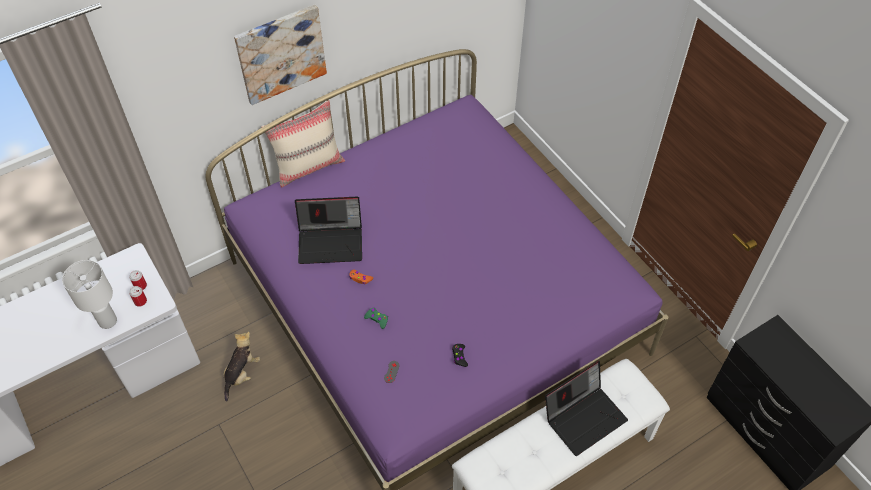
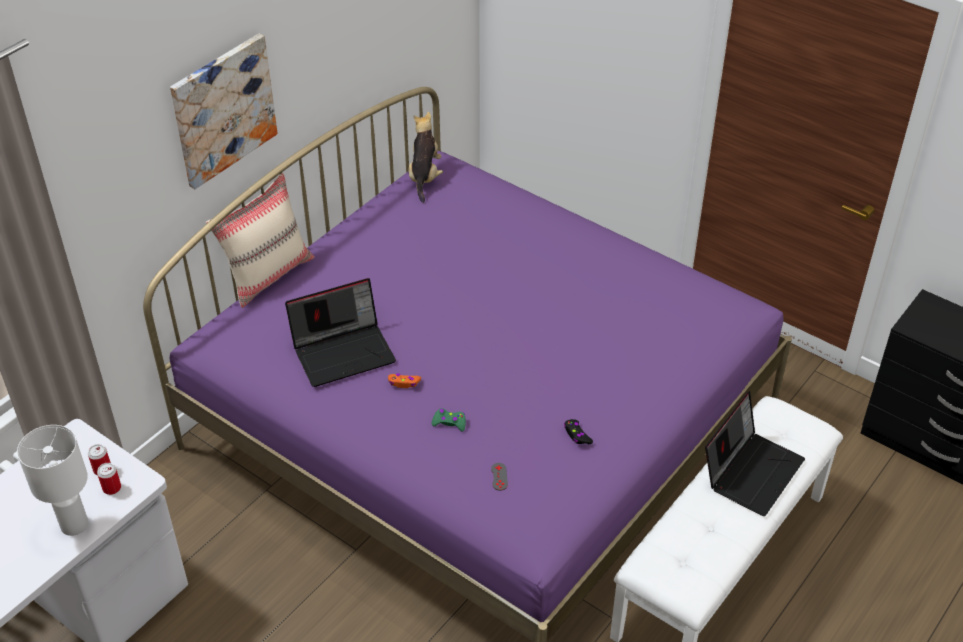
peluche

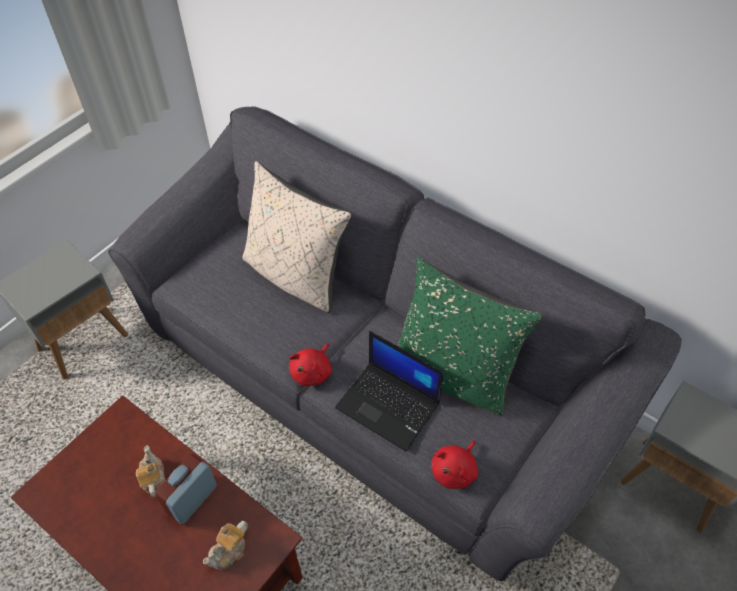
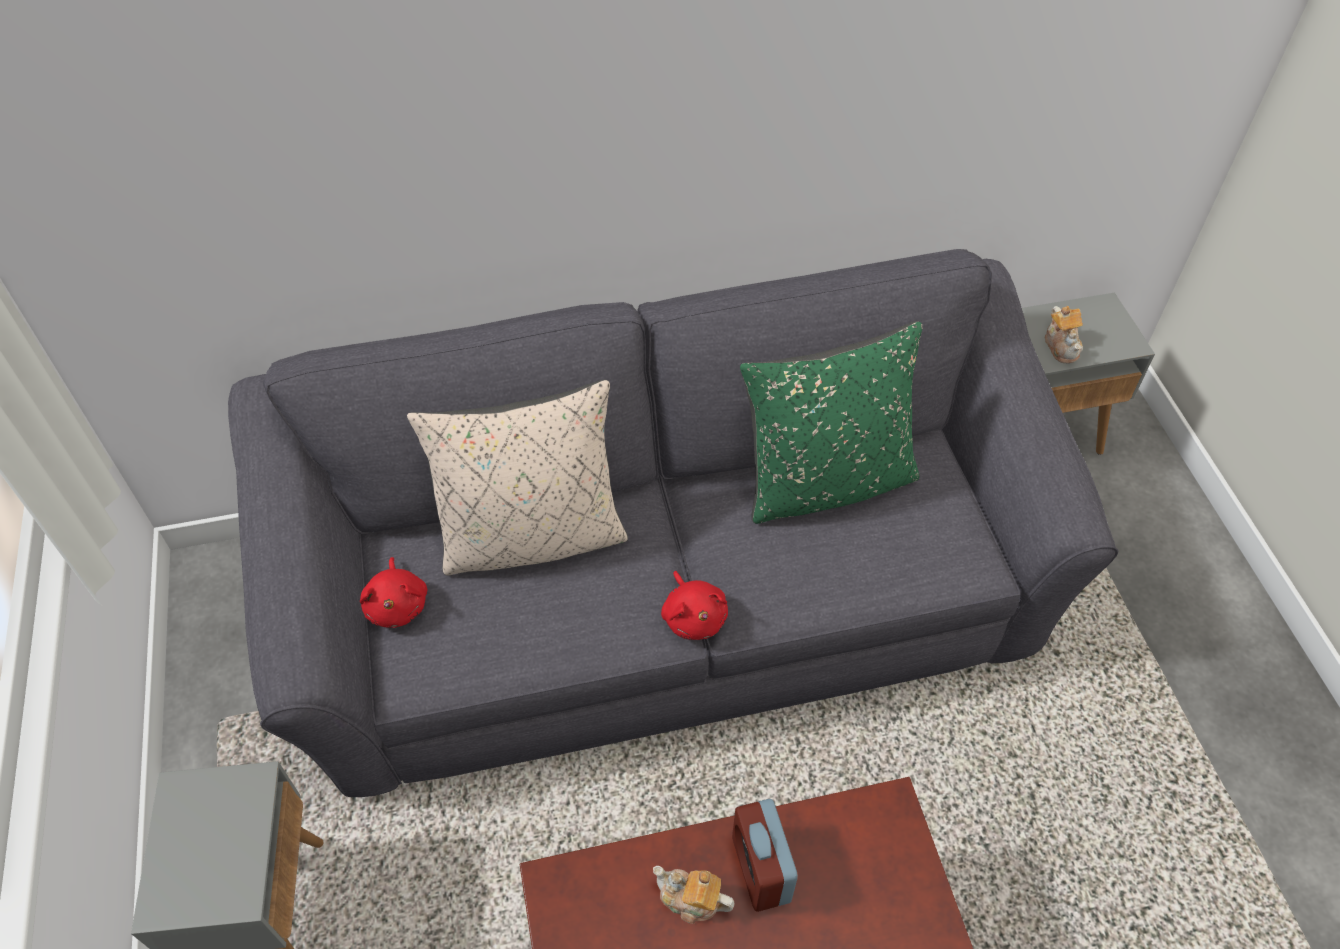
peluche/rojo (no. 1 from left)
tetera (no. 2 from left)
portátil

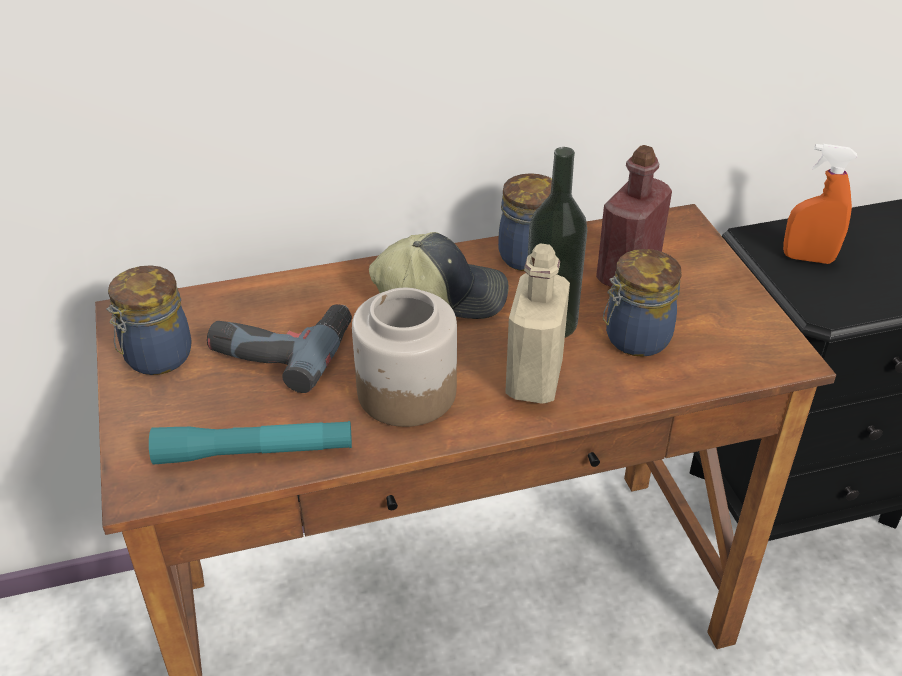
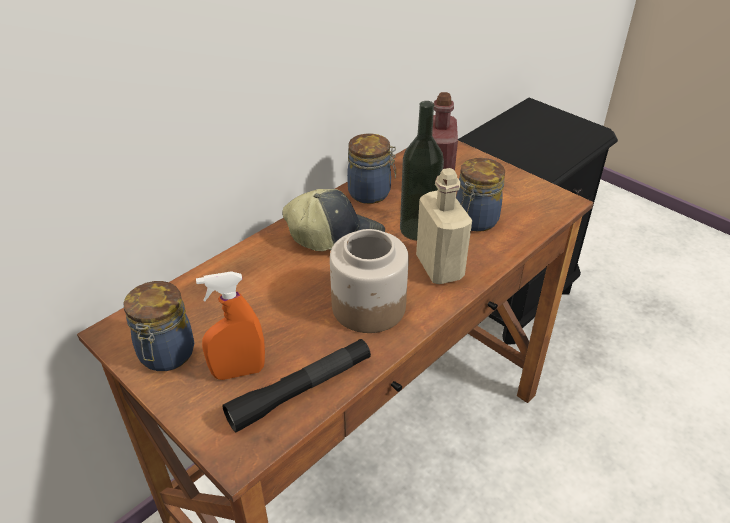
pulverizador/naranja
linterna/negro
gorra
taladro

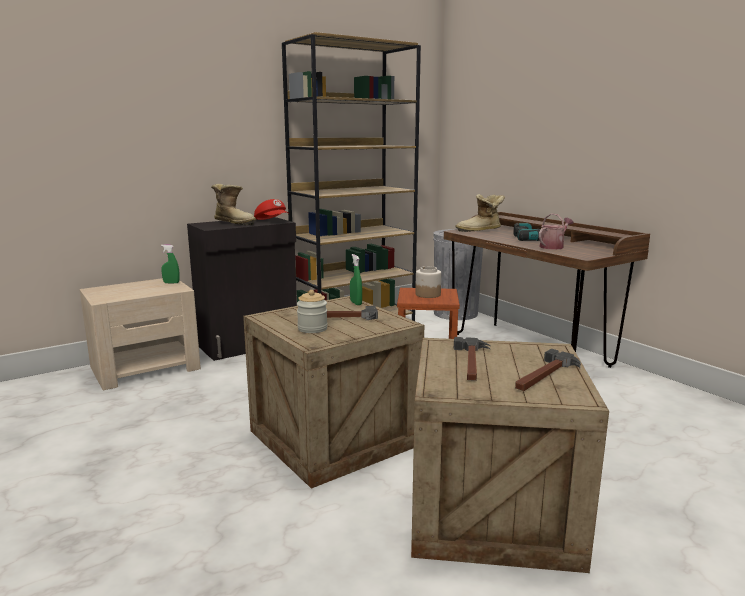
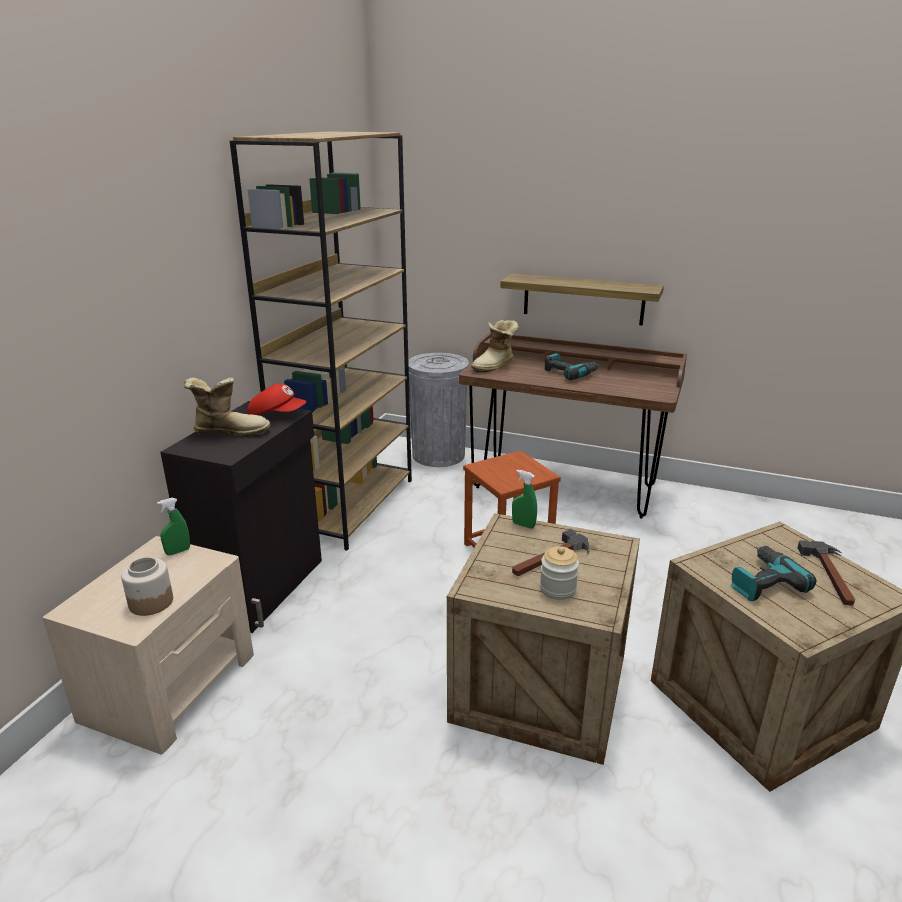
tarro (no. 1 from left)
estante
taladro (no. 2 from left)
regadera

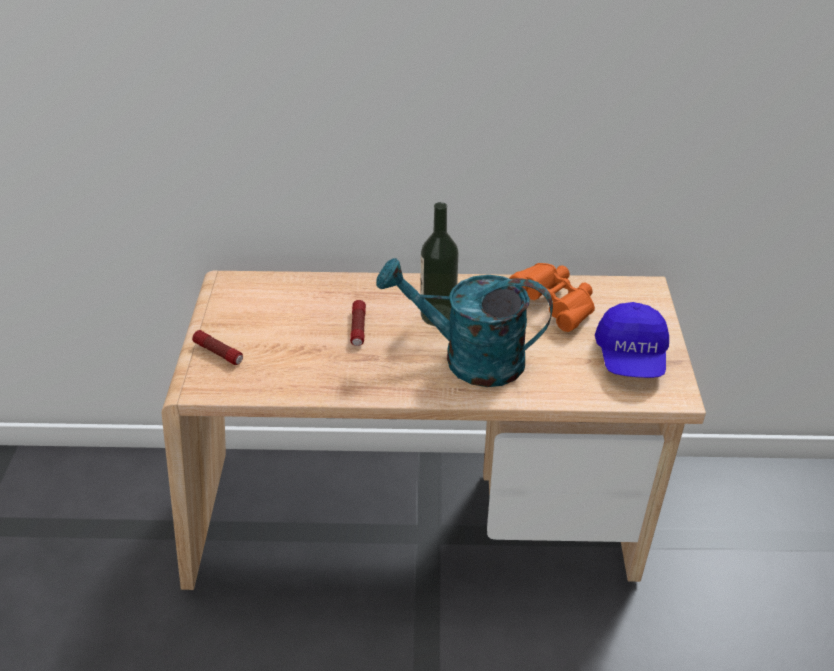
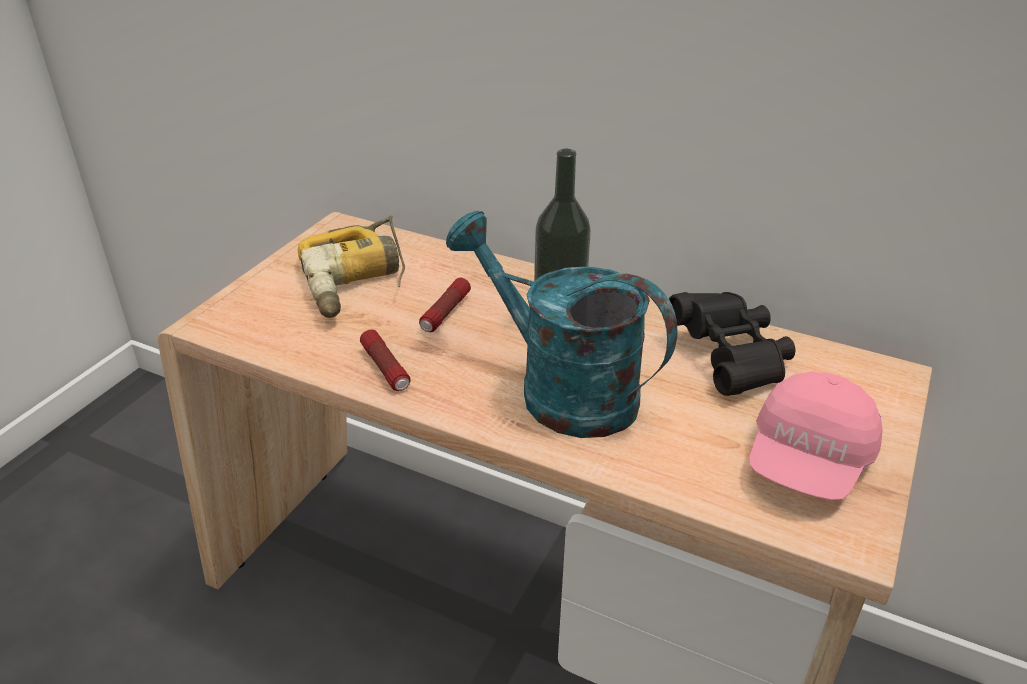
taladro
linterna (no. 1 from left)
prismáticos/negro
gorra/rosa

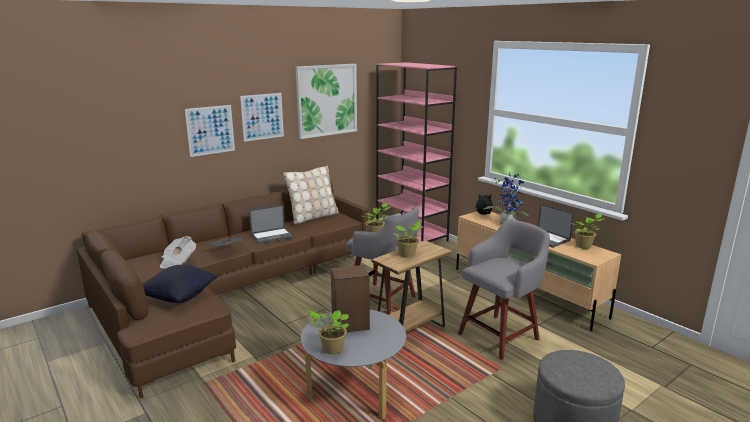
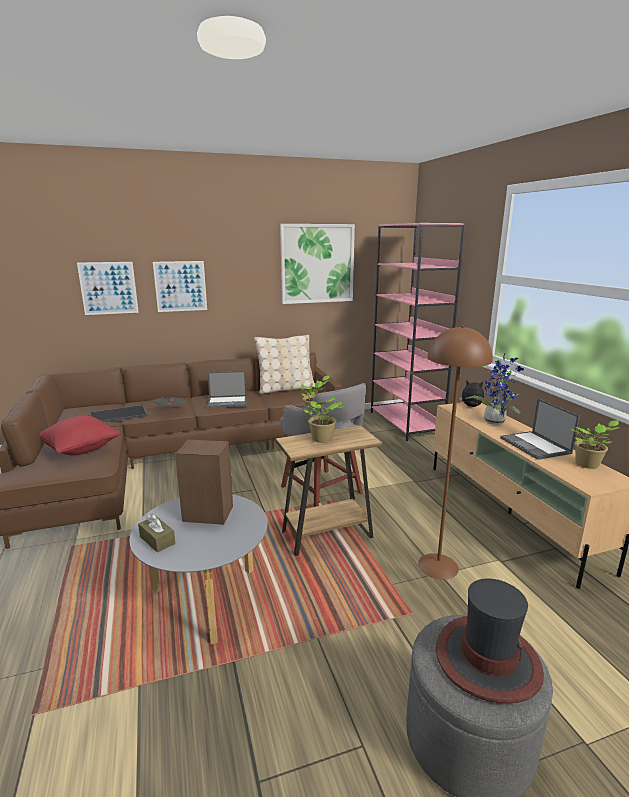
cojín/rojo
cuadro (no. 1 from left)
bandeja
caja de pañuelos/marrón
lámpara de pie/marrón
sombrero

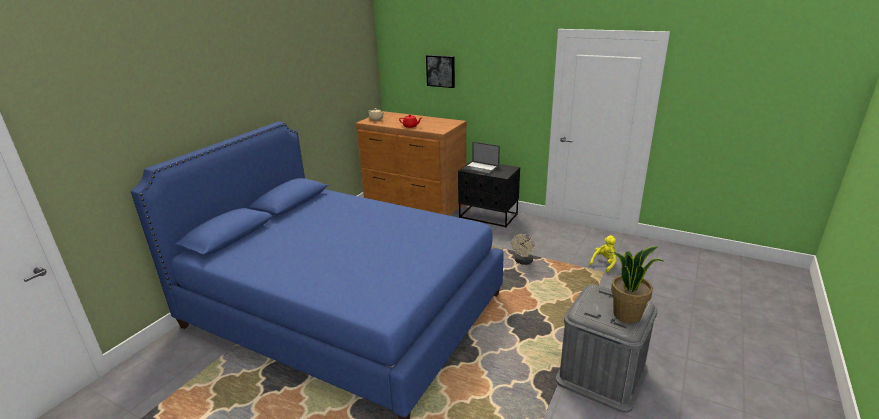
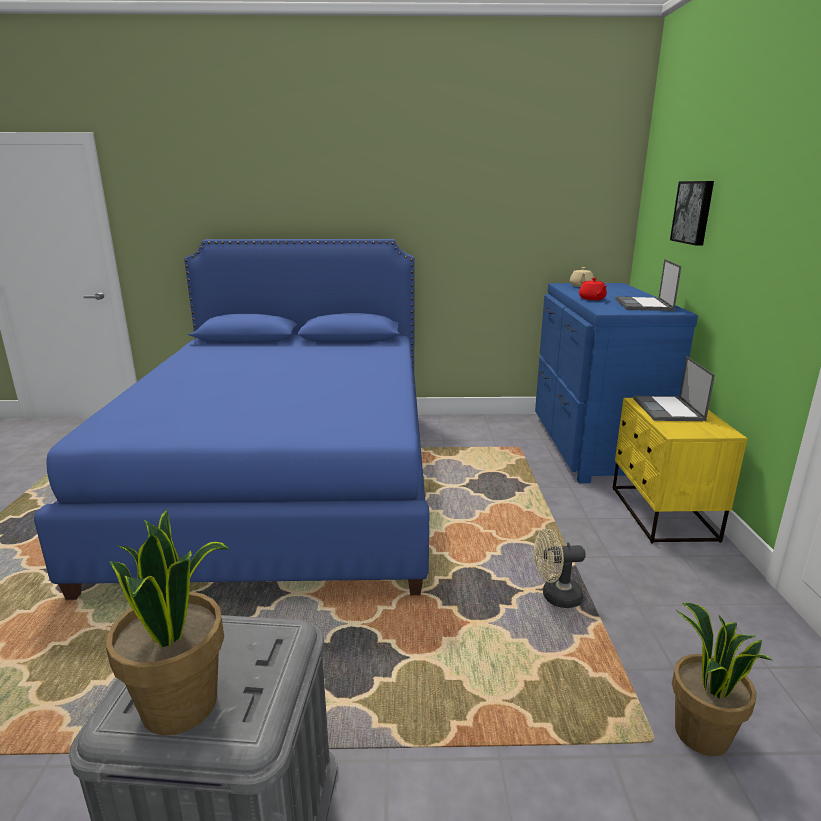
cómoda/azul
mesita de noche/amarillo
portátil (no. 1 from left)
planta en maceta (no. 2 from left)

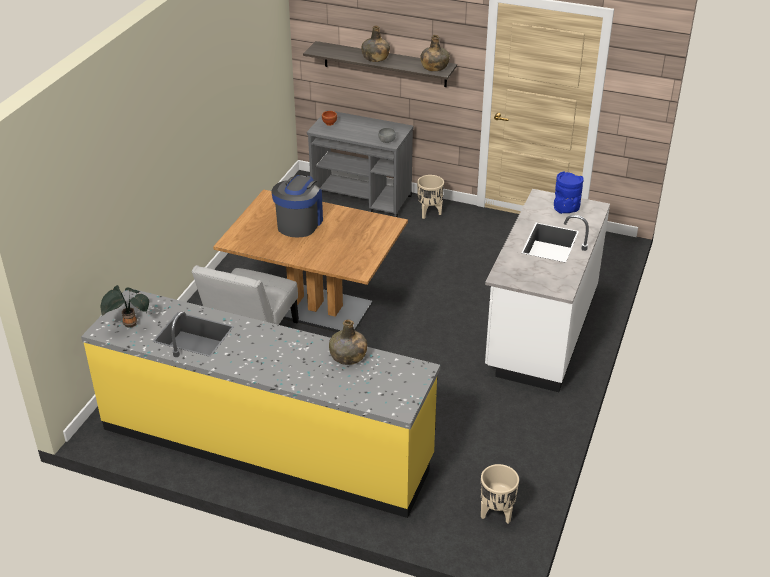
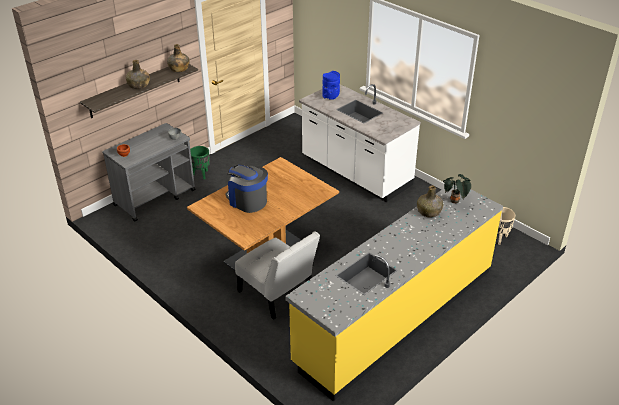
maceta/verde
planta en maceta

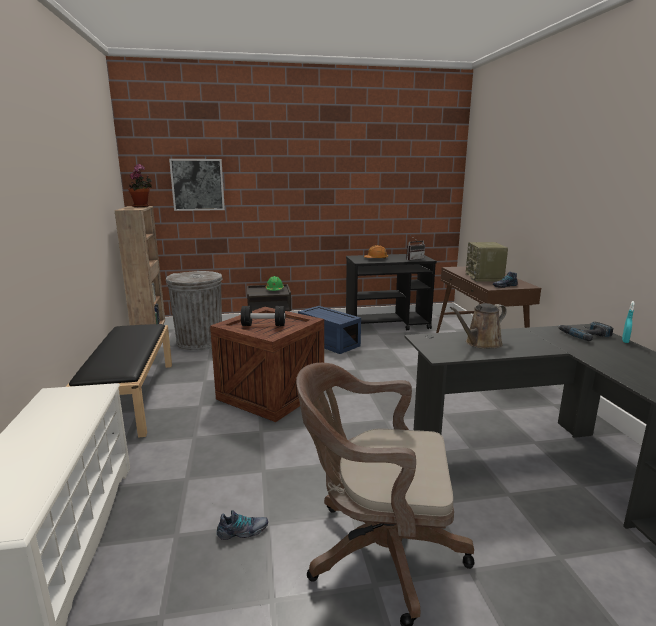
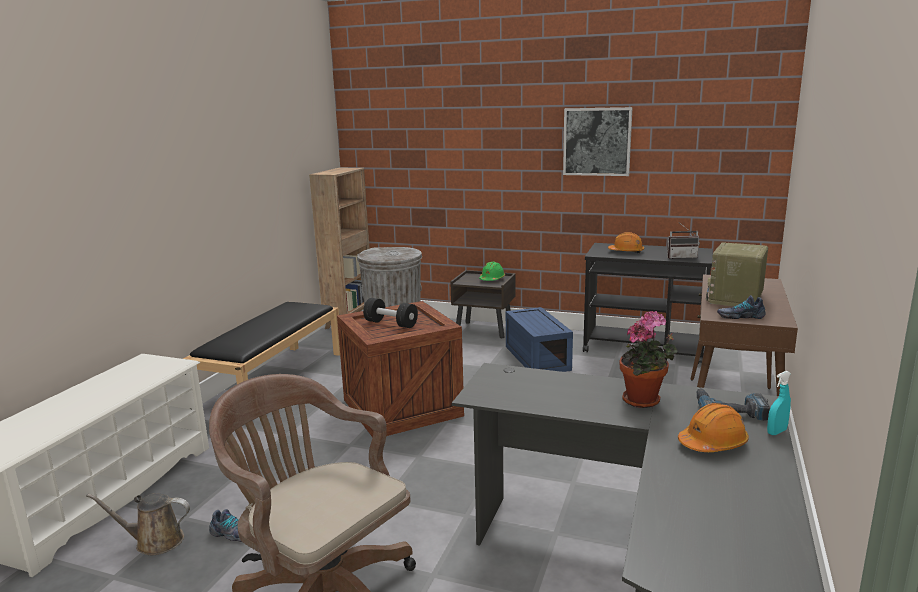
regadera/marrón
cuadro
planta en maceta
casco/naranja (no. 2 from left)

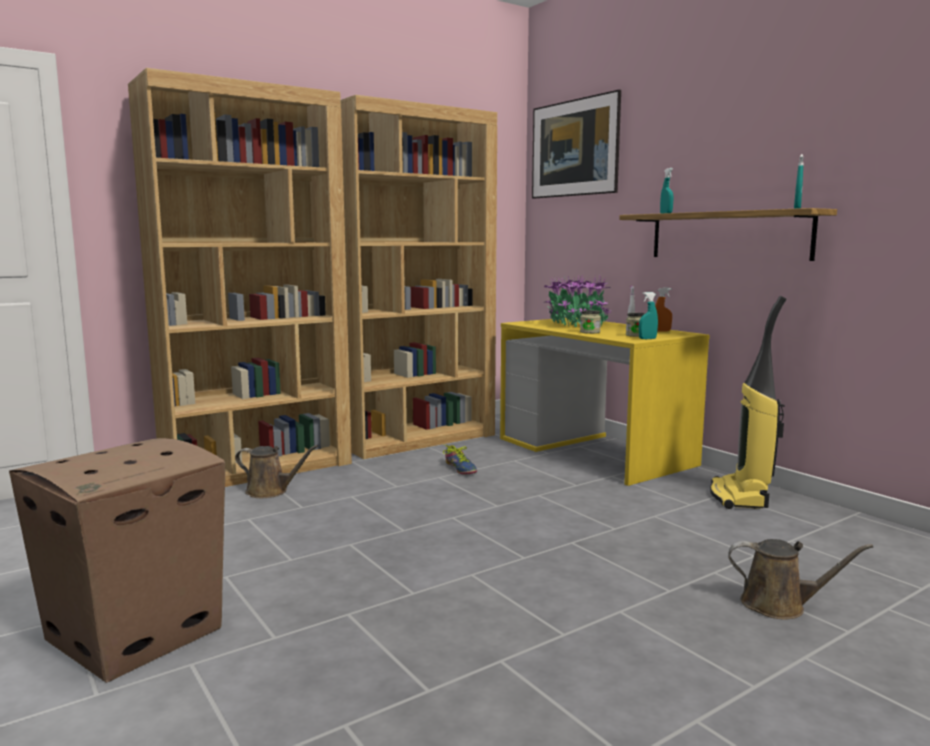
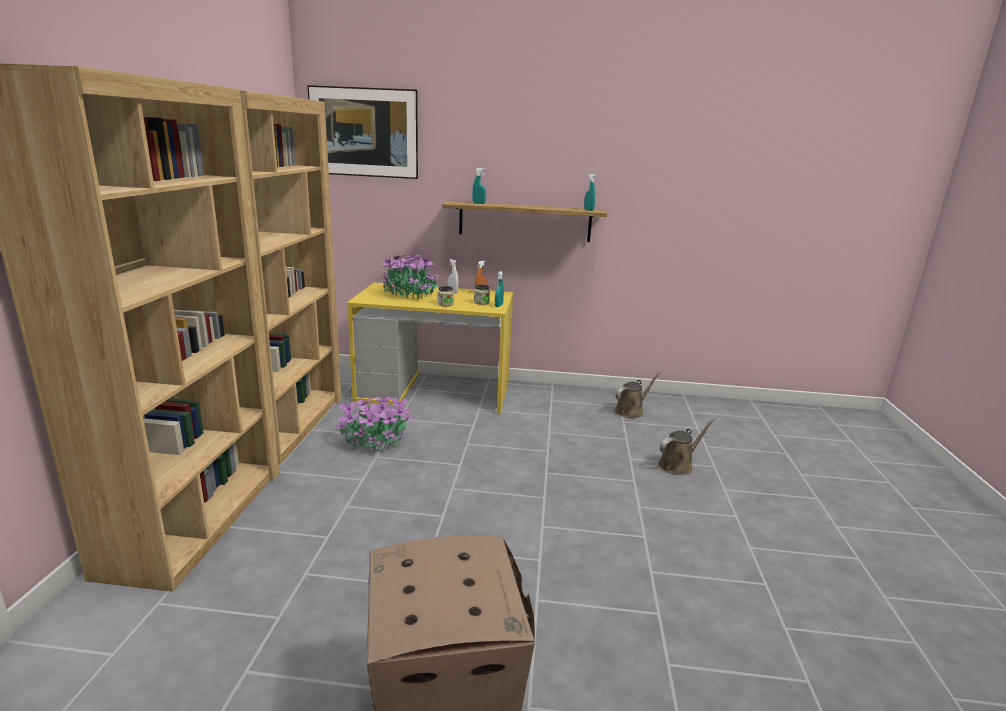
planta en maceta (no. 1 from left)
regadera/marrón (no. 1 from left)
aspiradora

